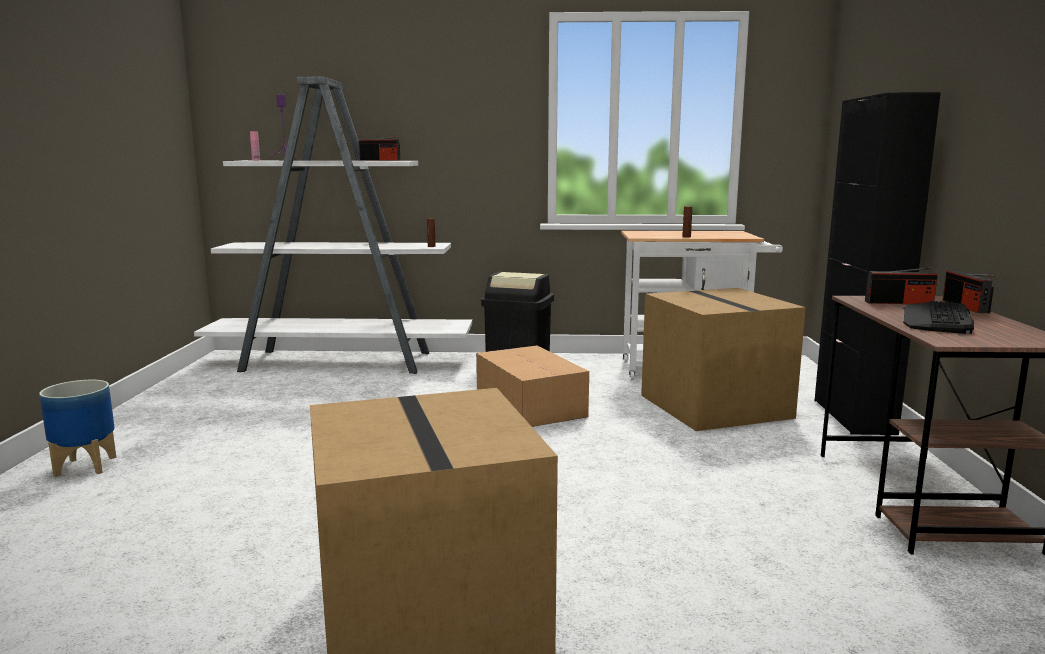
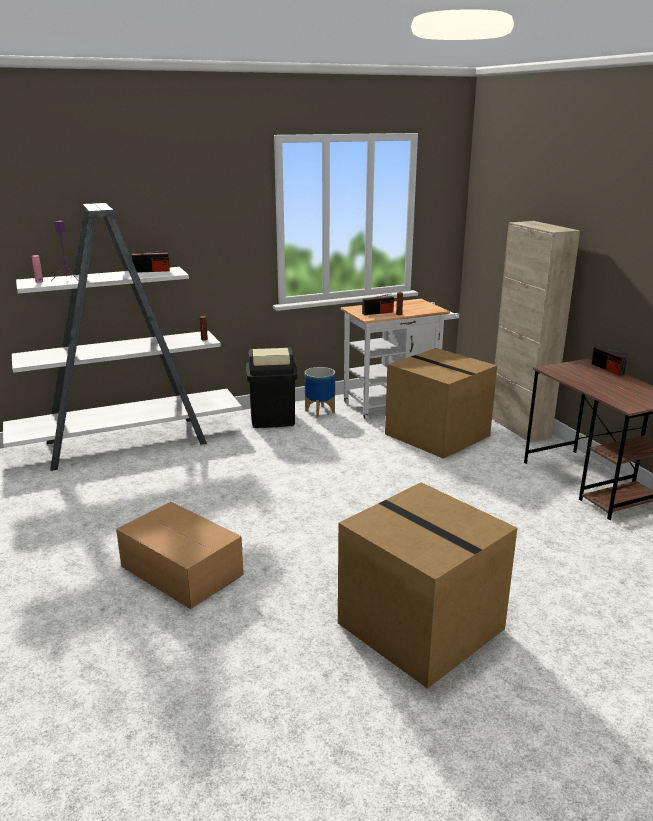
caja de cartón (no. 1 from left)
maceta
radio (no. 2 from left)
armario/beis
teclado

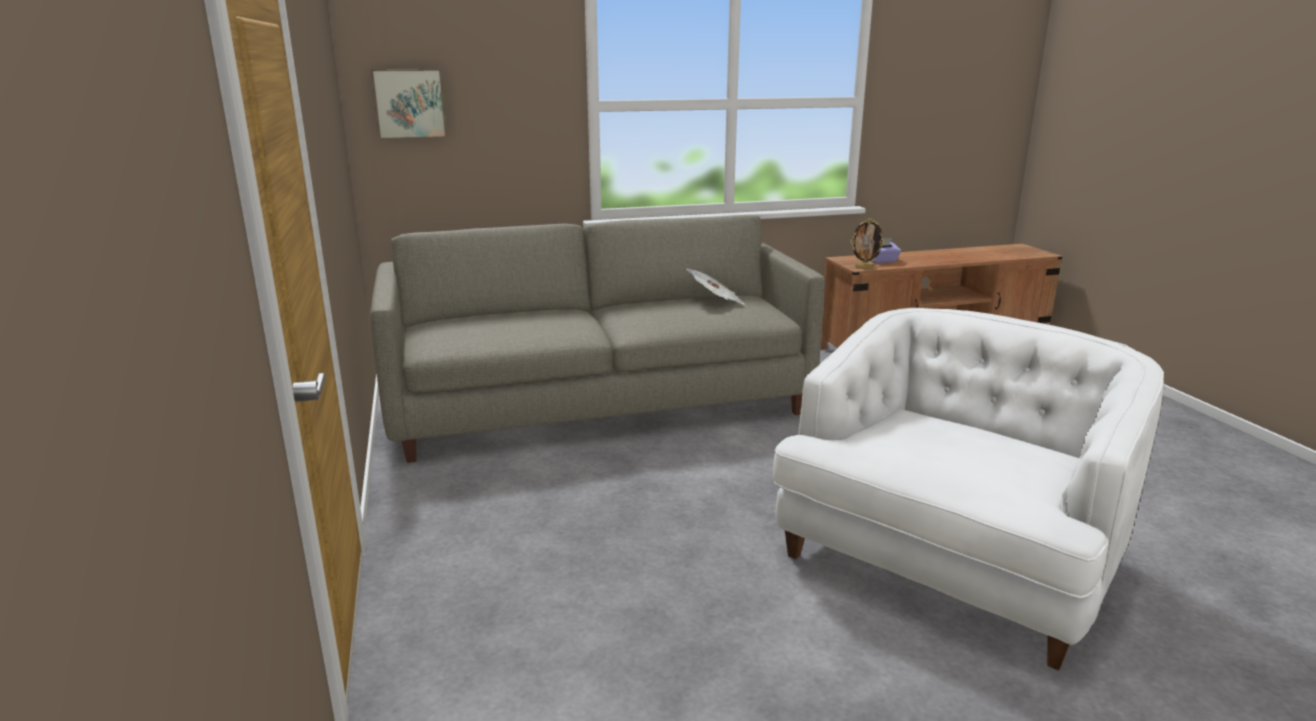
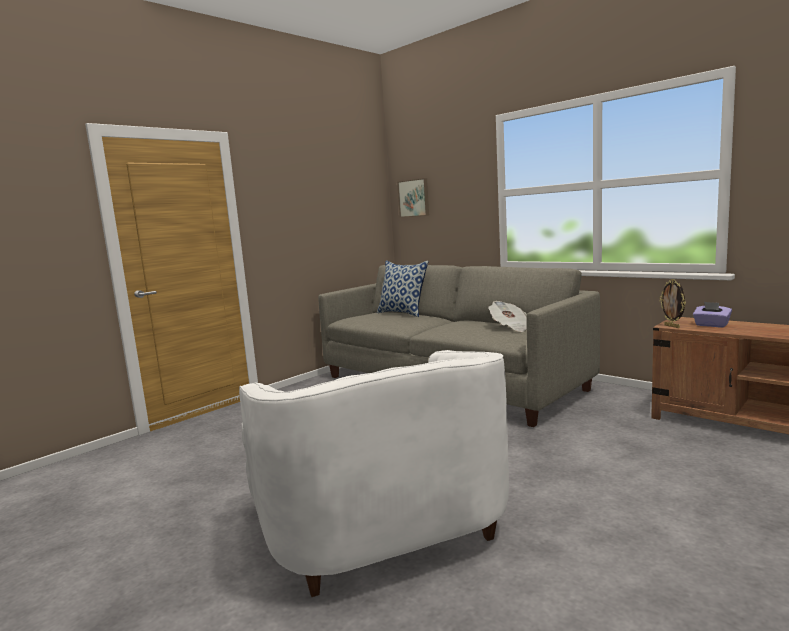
sillón/blanco
cojín

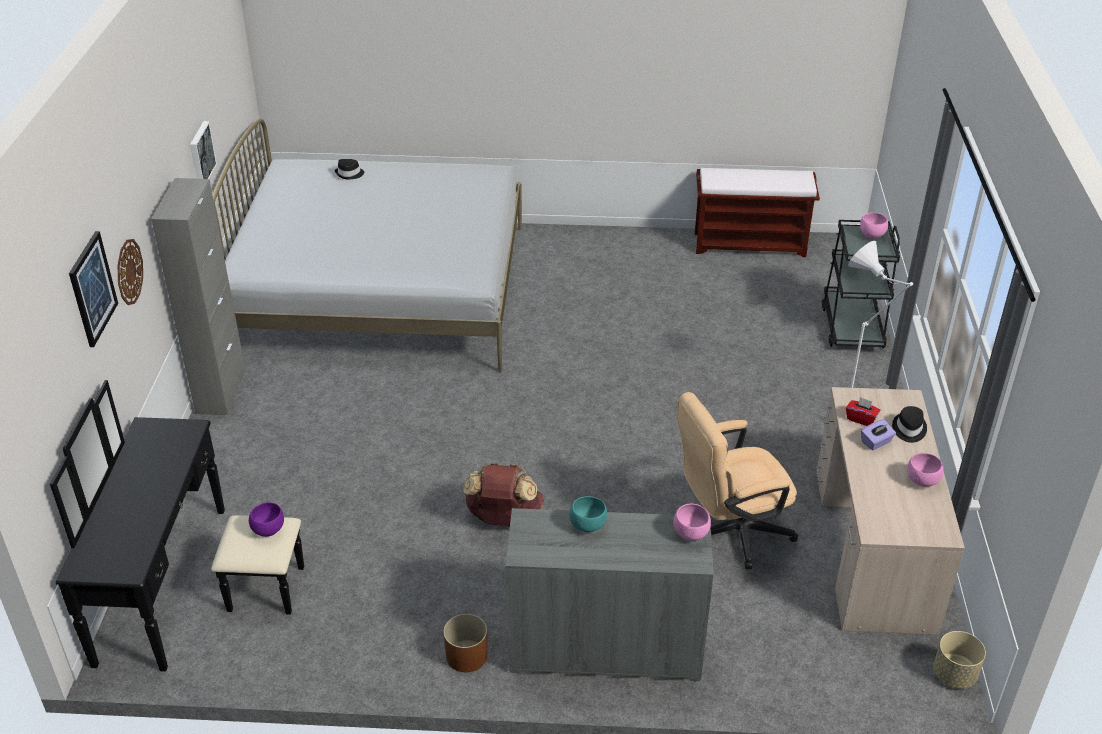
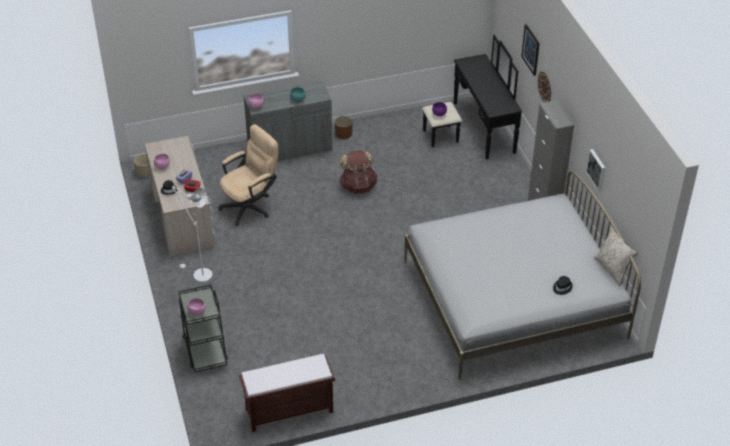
cojín/beis

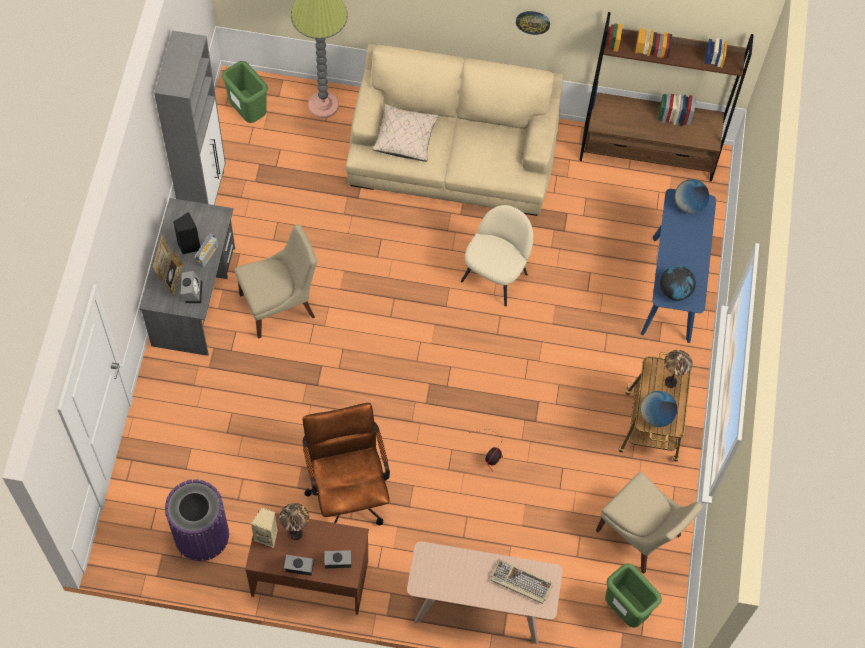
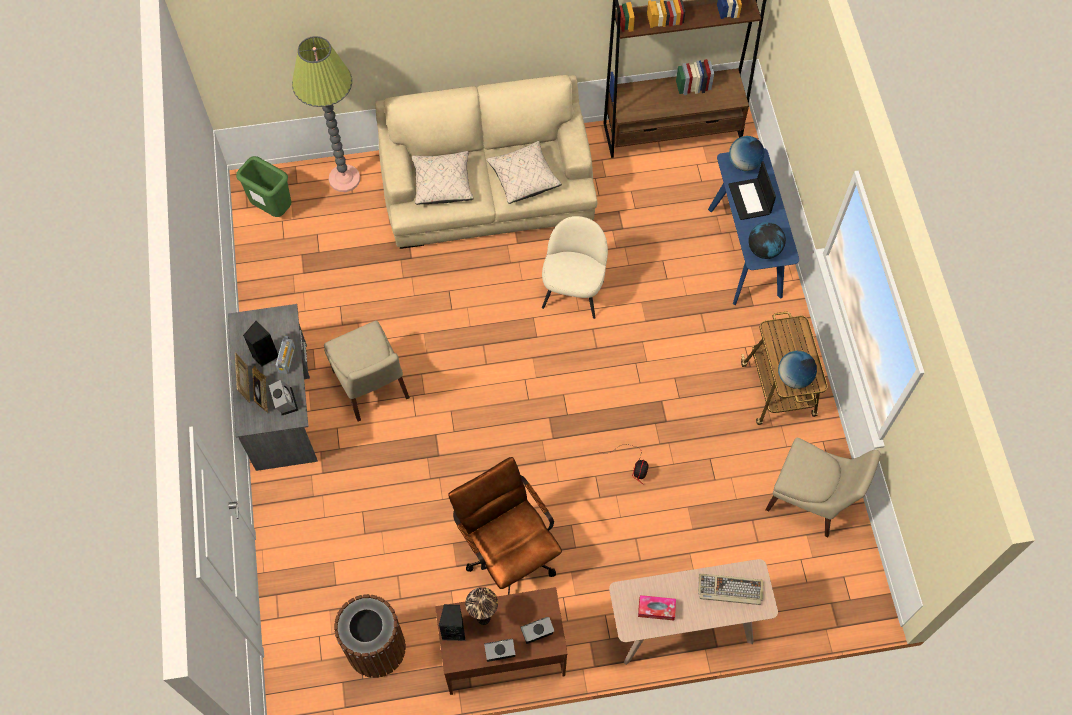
silla/beis (no. 1 from left)
papelera/marrón
altavoz/negro (no. 2 from left)
cojín/beis (no. 2 from left)
caja de pañuelos
portátil
armario/gris
reloj de pared
papelera/verde (no. 2 from left in the first image)
lámpara de mesa (no. 2 from left in the first image)

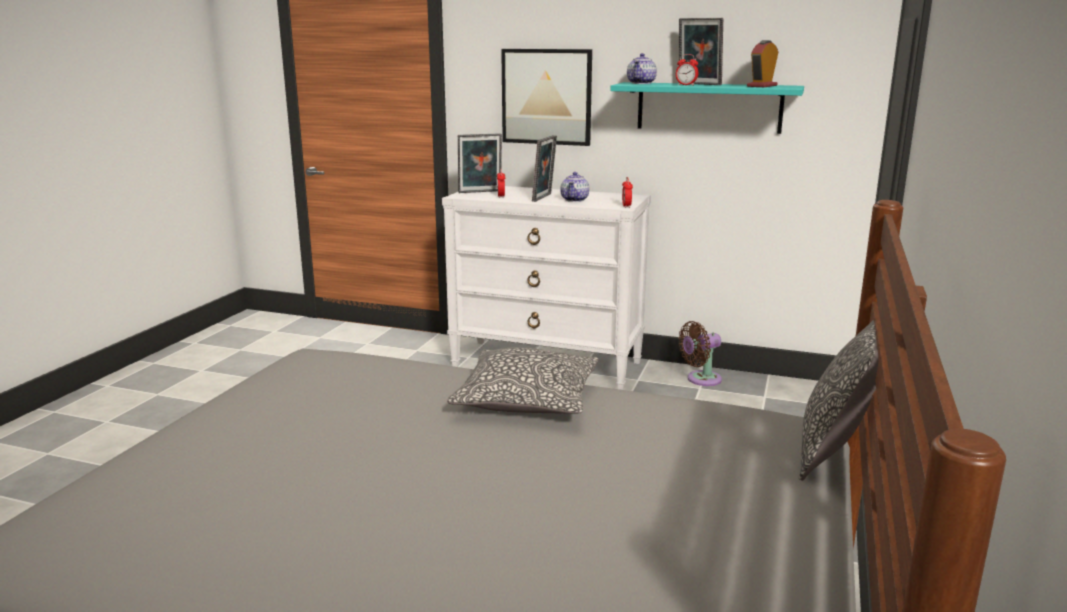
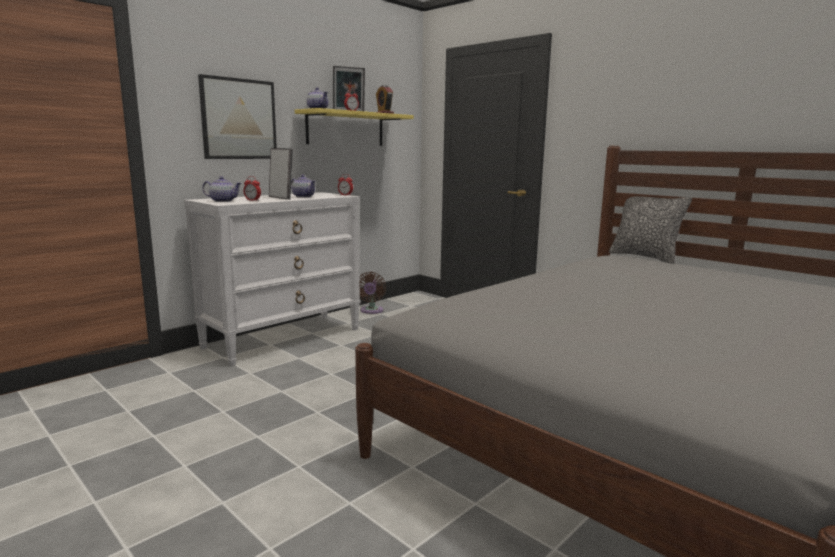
tetera (no. 1 from left)
estante/amarillo
cojín (no. 1 from left in the first image)

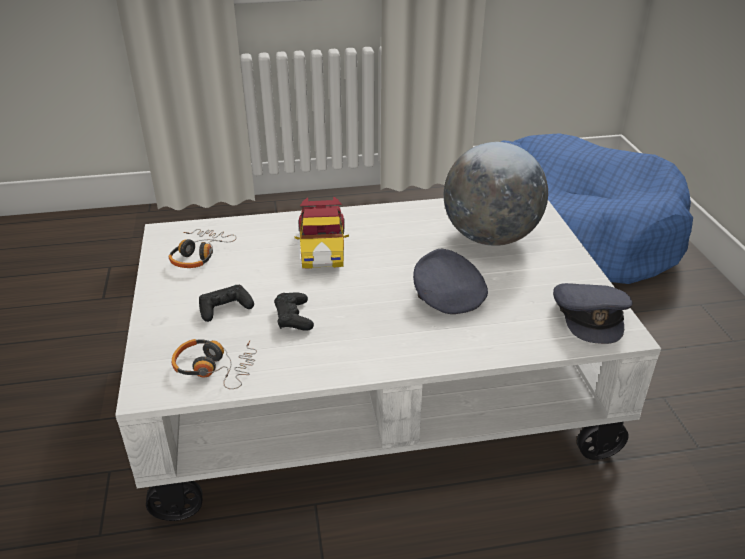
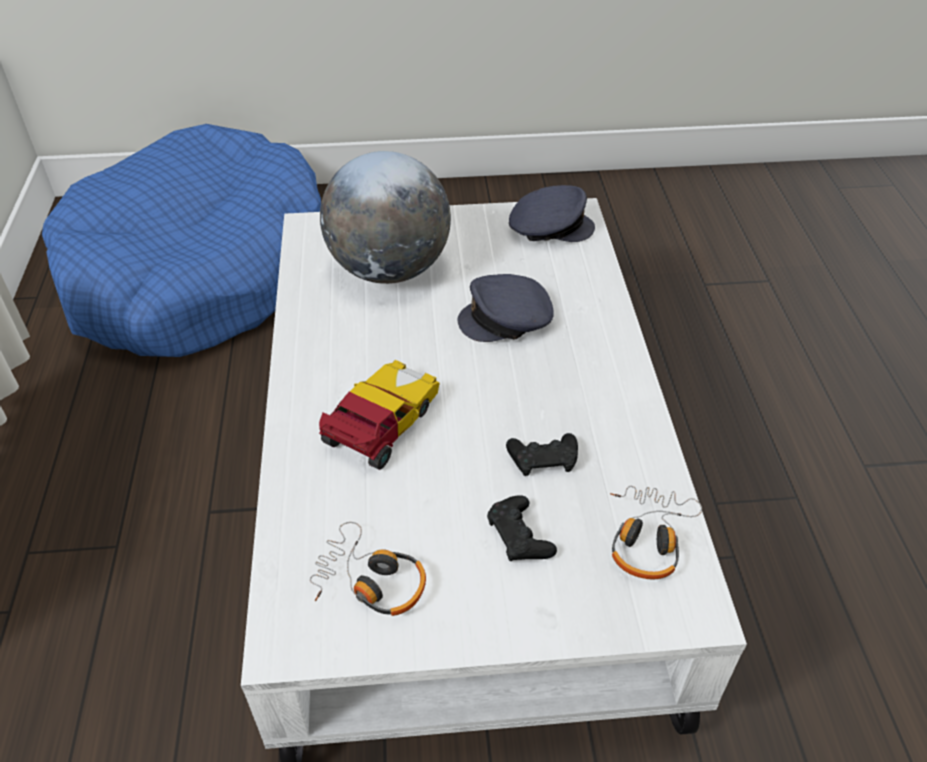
coche de juguete

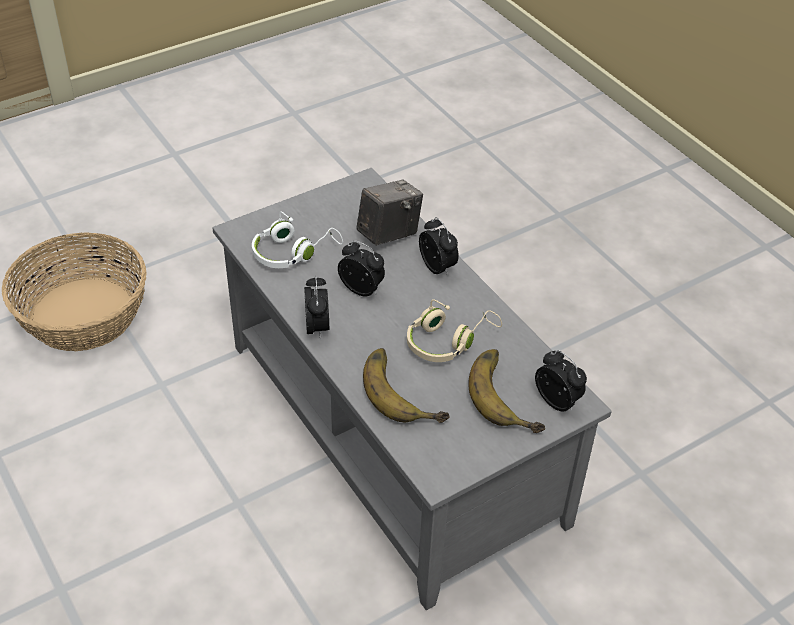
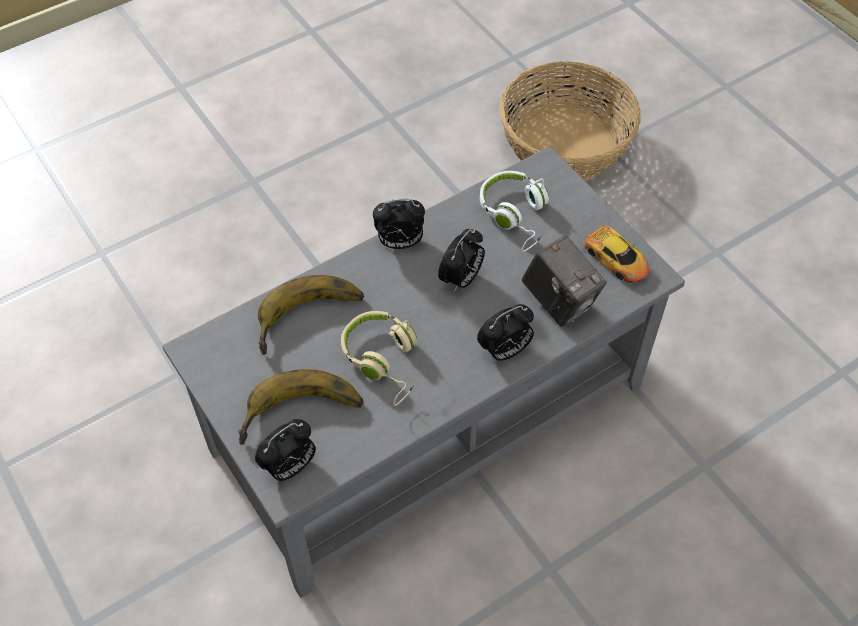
coche de juguete

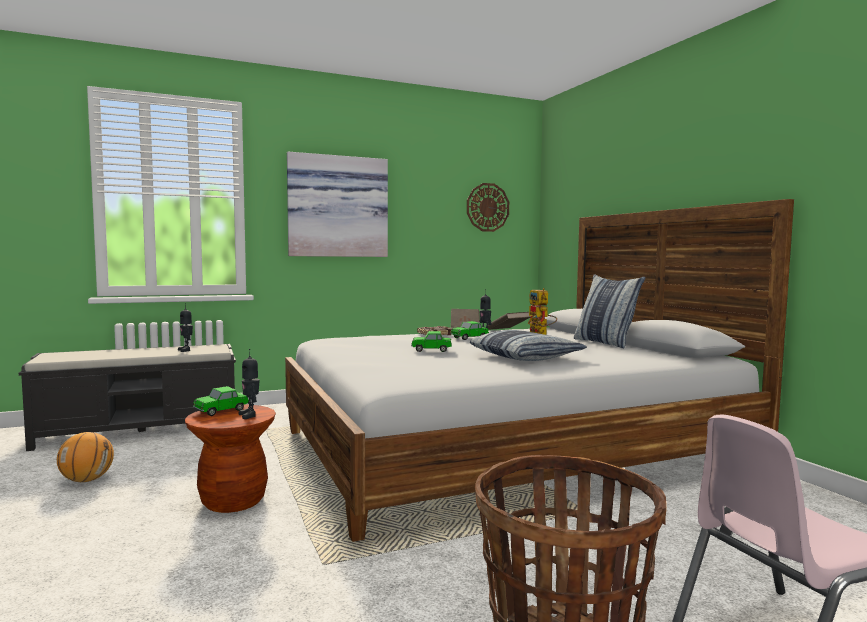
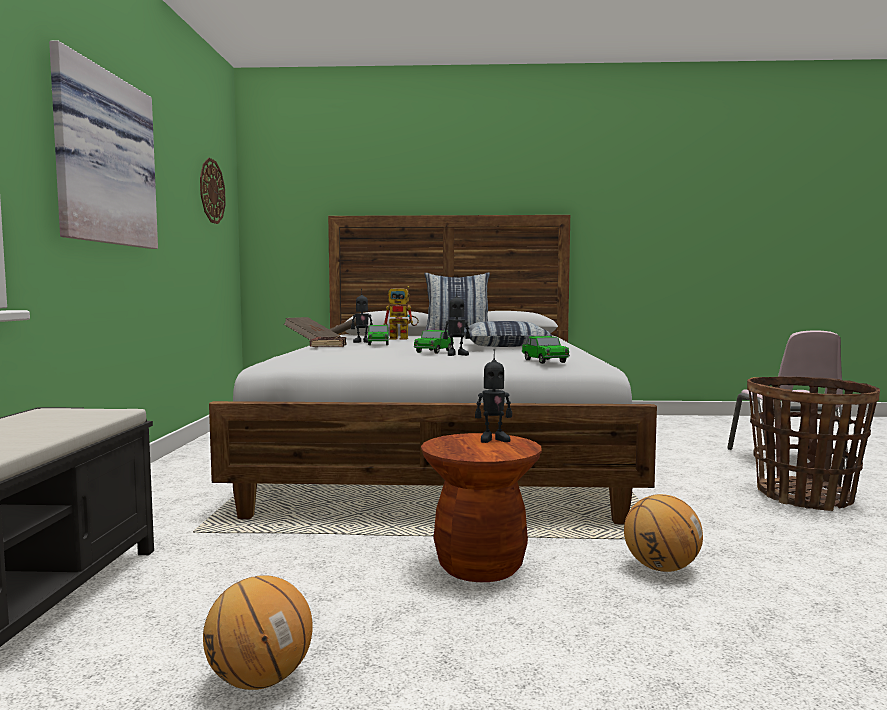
robot de juguete (no. 3 from left)
coche de juguete (no. 3 from left)
balón de baloncesto (no. 2 from left)

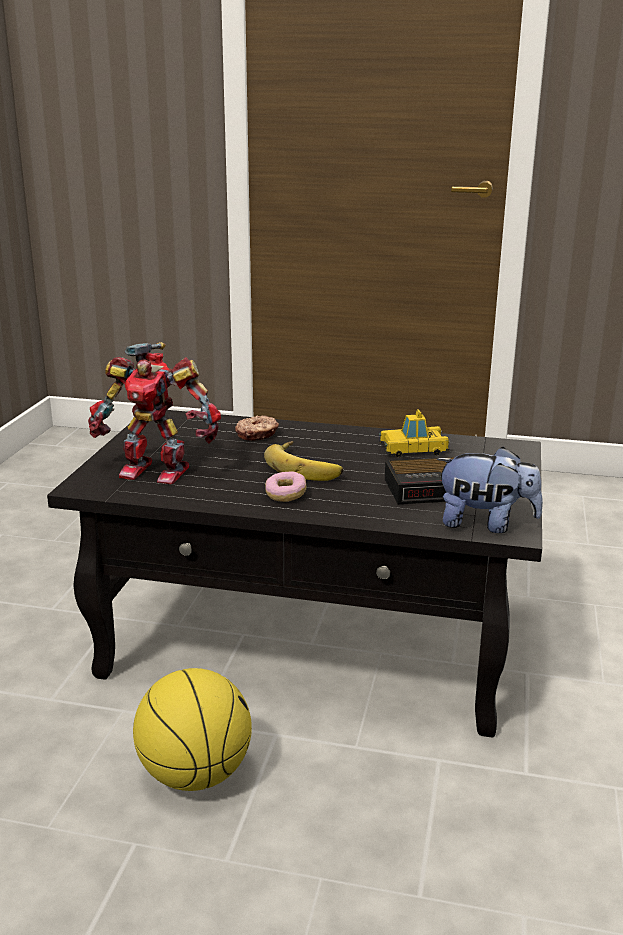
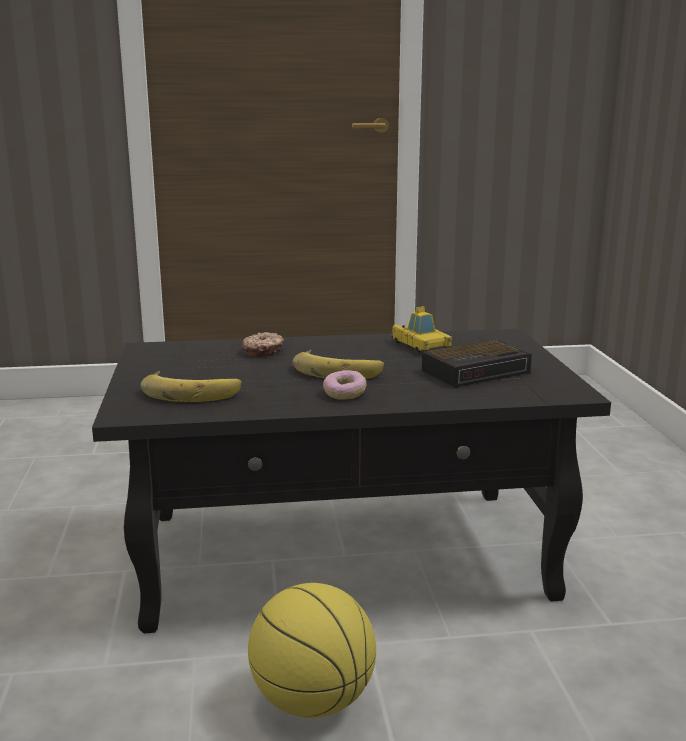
plátano (no. 1 from left)
coche de juguete
peluche

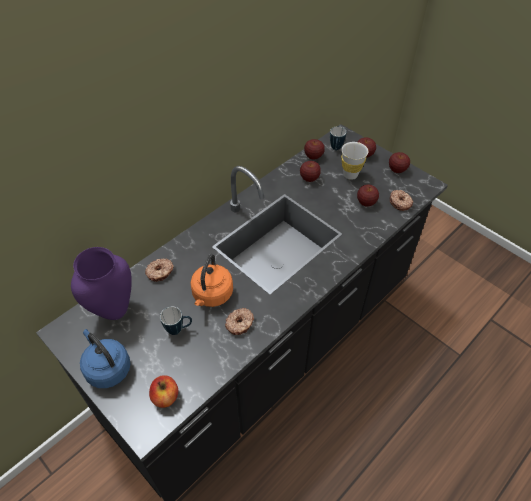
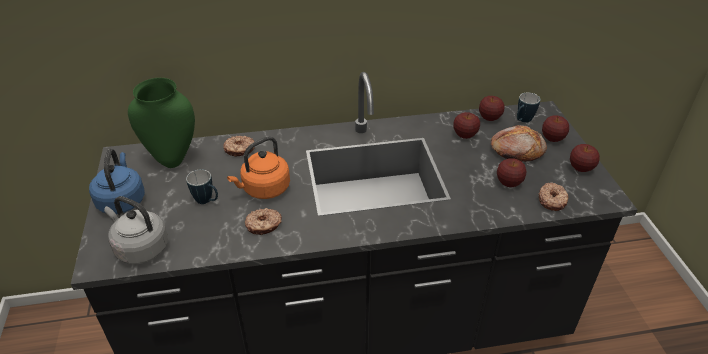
hervidor/gris
florero/verde
pan

